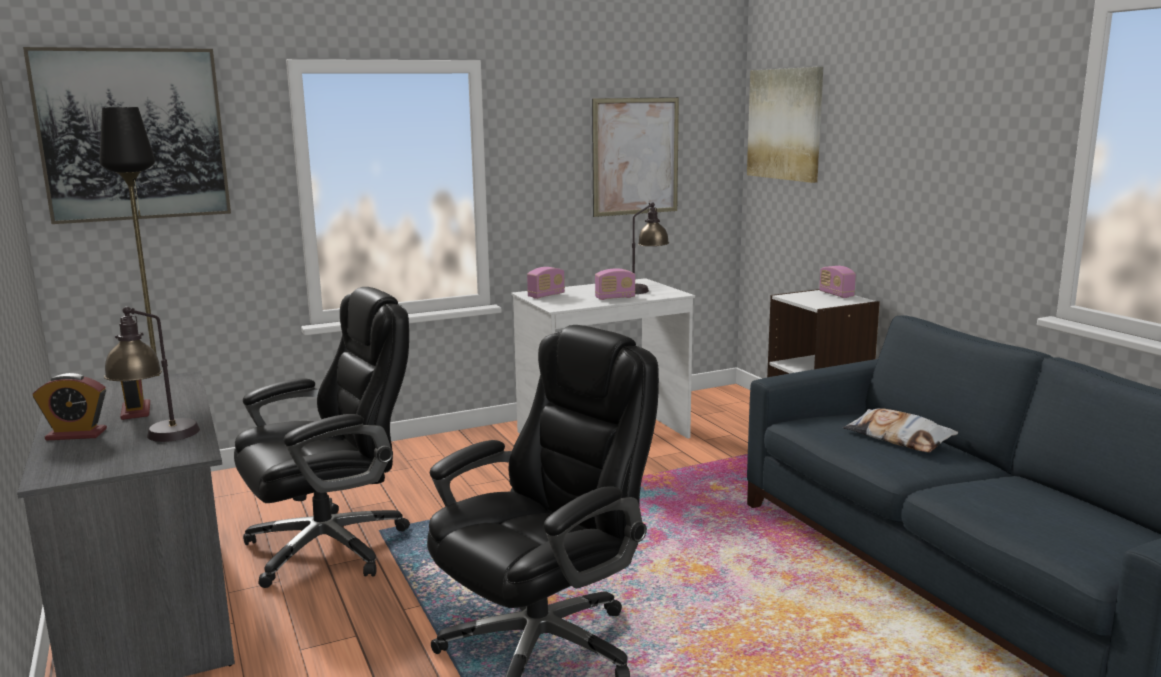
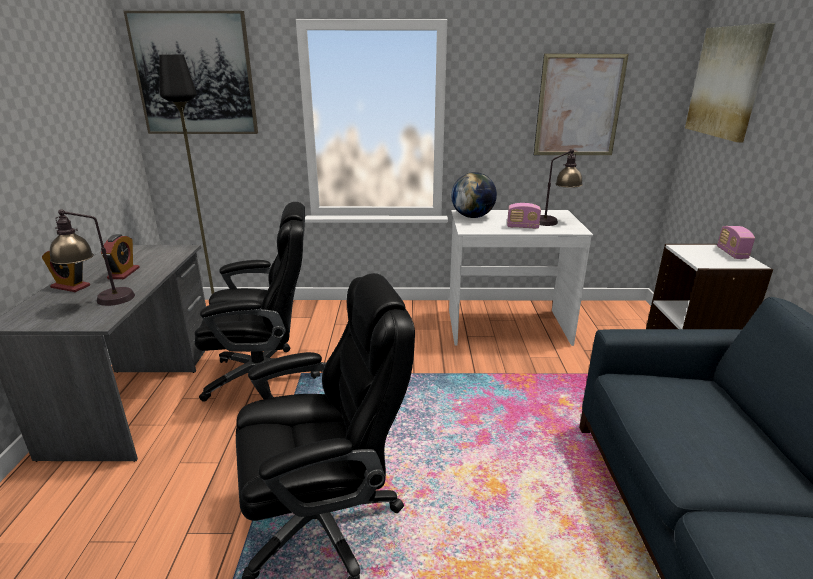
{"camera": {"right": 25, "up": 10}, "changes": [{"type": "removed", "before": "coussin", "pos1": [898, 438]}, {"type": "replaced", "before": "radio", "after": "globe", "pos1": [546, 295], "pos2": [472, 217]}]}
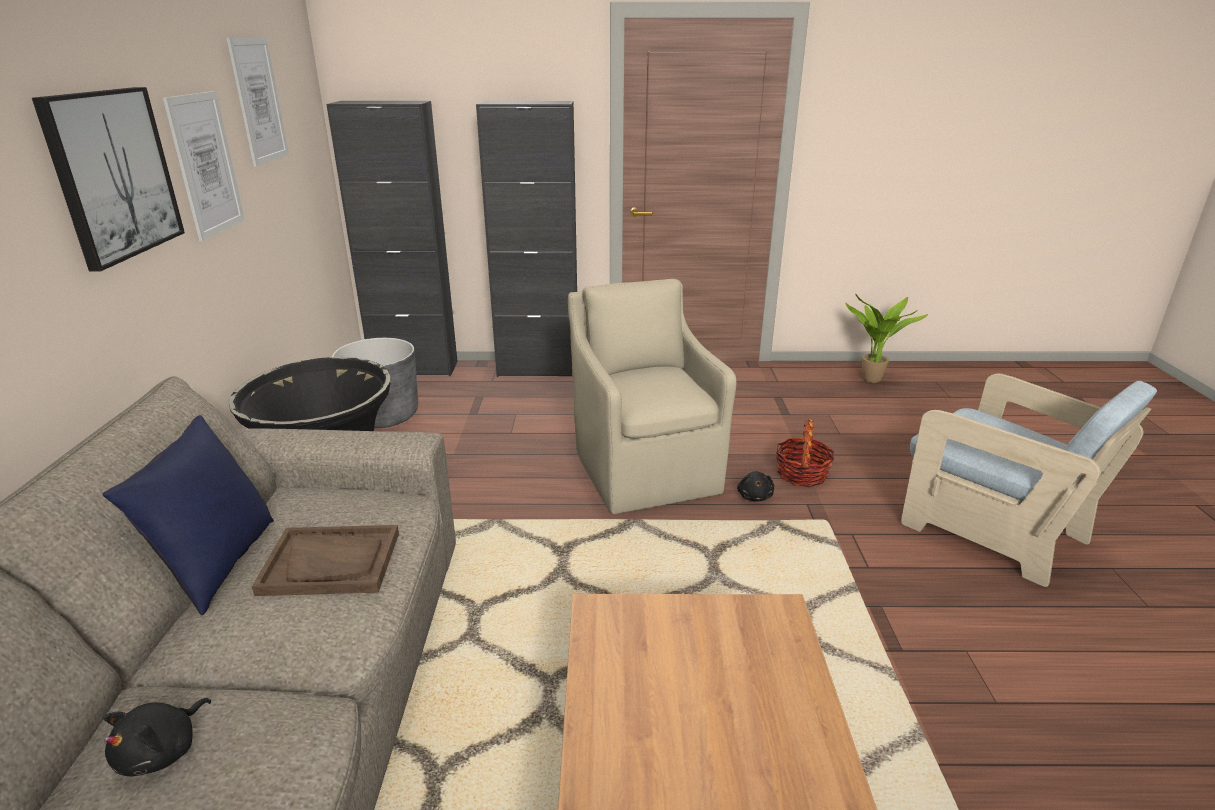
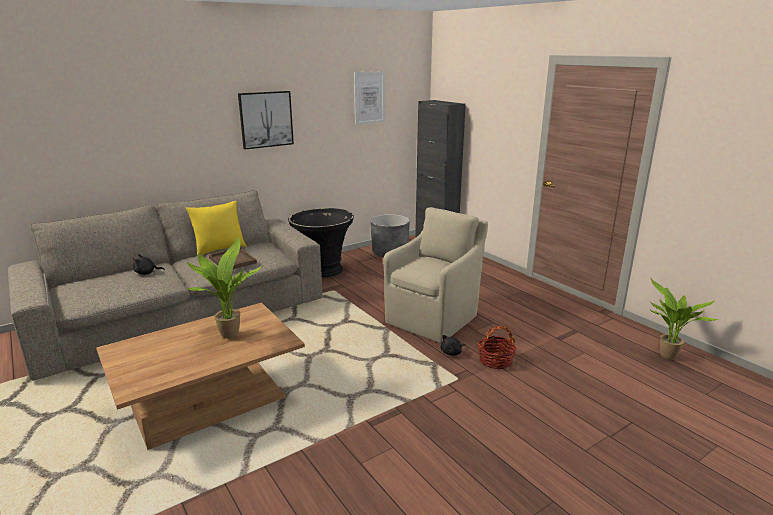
{"camera": {"right": 55, "up": -5}, "changes": [{"type": "removed", "before": "tableau", "pos1": [206, 164]}, {"type": "removed", "before": "meuble de rangement [noir]", "pos1": [538, 369]}, {"type": "removed", "before": "fauteuil [beige]", "pos1": [992, 530]}, {"type": "added", "after": "plante en pot", "pos2": [227, 334]}, {"type": "recoloured", "before": "coussin [bleu]", "after": "coussin [jaune]", "pos1": [217, 566], "pos2": [219, 250]}]}
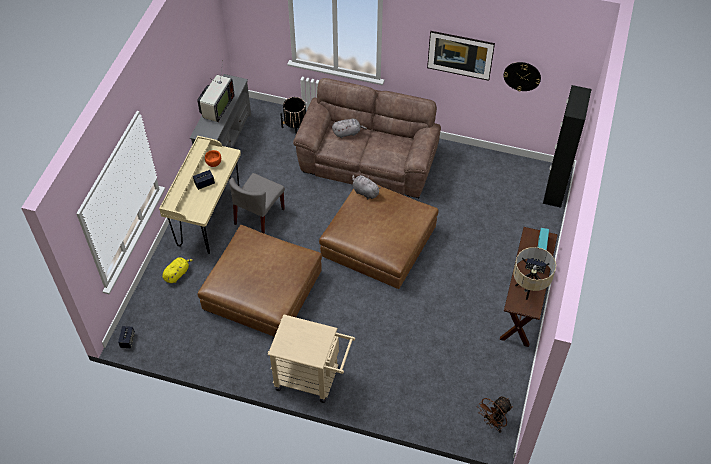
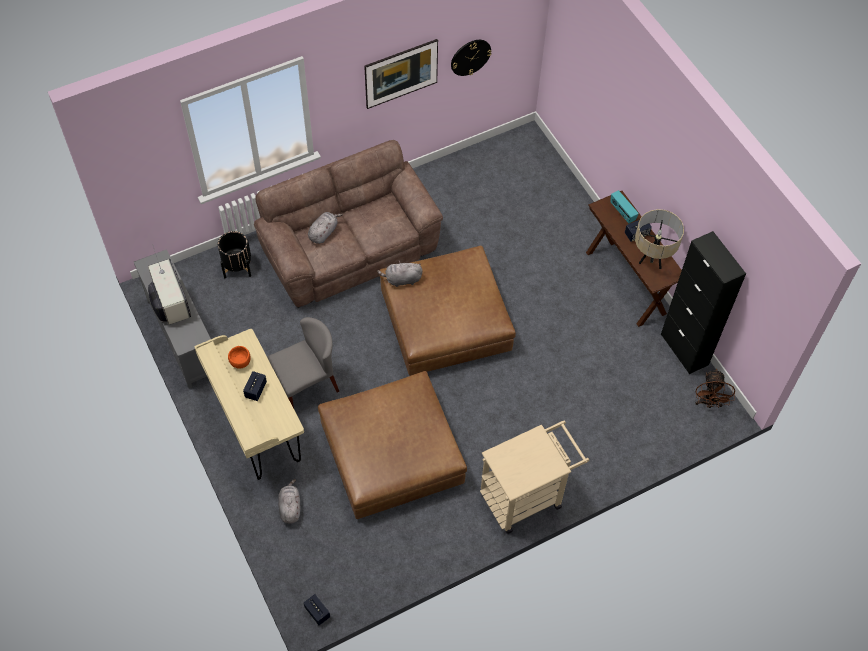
{"camera": {"right": -45, "up": 5}, "changes": [{"type": "moved", "before": "meuble de rangement [noir]", "pos1": [555, 190], "pos2": [684, 349]}, {"type": "recoloured", "before": "peluche [jaune]", "after": "peluche [gris]", "pos1": [177, 274], "pos2": [290, 507]}, {"type": "turned", "before": "chaise [gris]", "pos1": [259, 217], "pos2": [306, 385], "turn": -105}]}
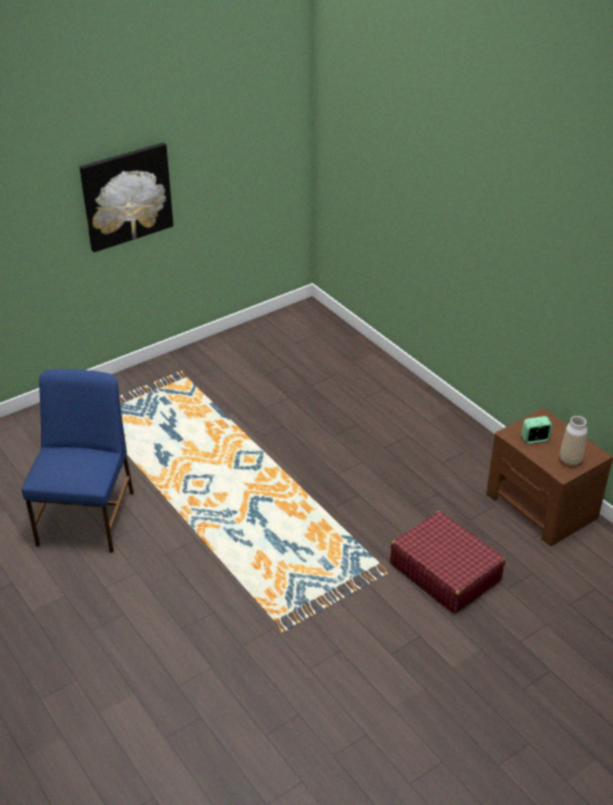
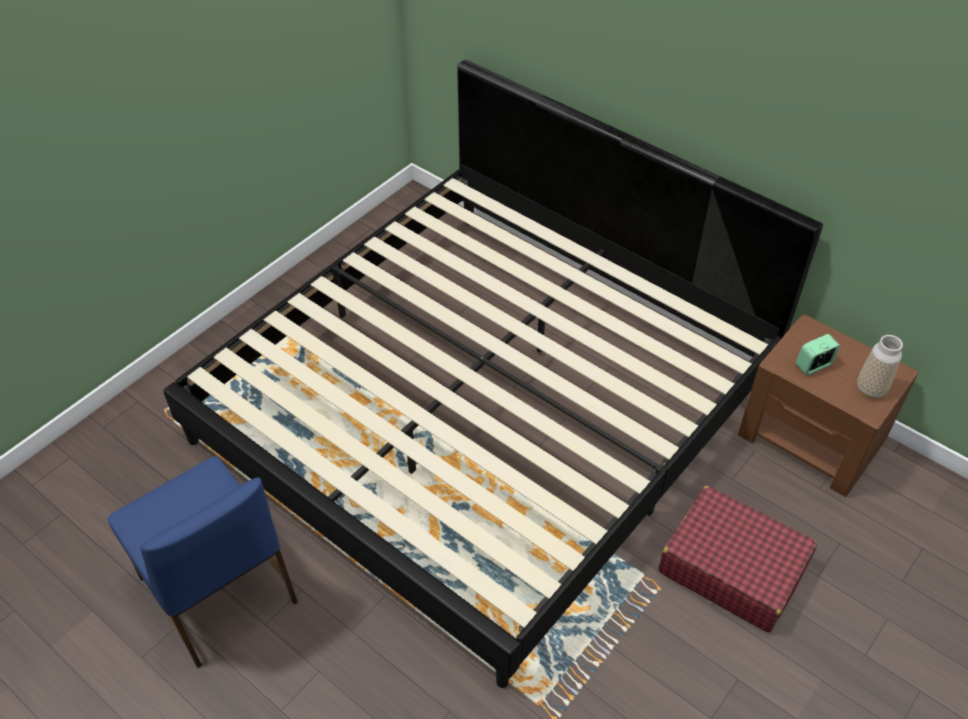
{"camera": {"right": -15, "up": 10}, "changes": [{"type": "removed", "before": "tableau", "pos1": [126, 196]}, {"type": "added", "after": "lit", "pos2": [484, 409]}, {"type": "turned", "before": "chaise [bleu]", "pos1": [87, 517], "pos2": [218, 593], "turn": 150}]}
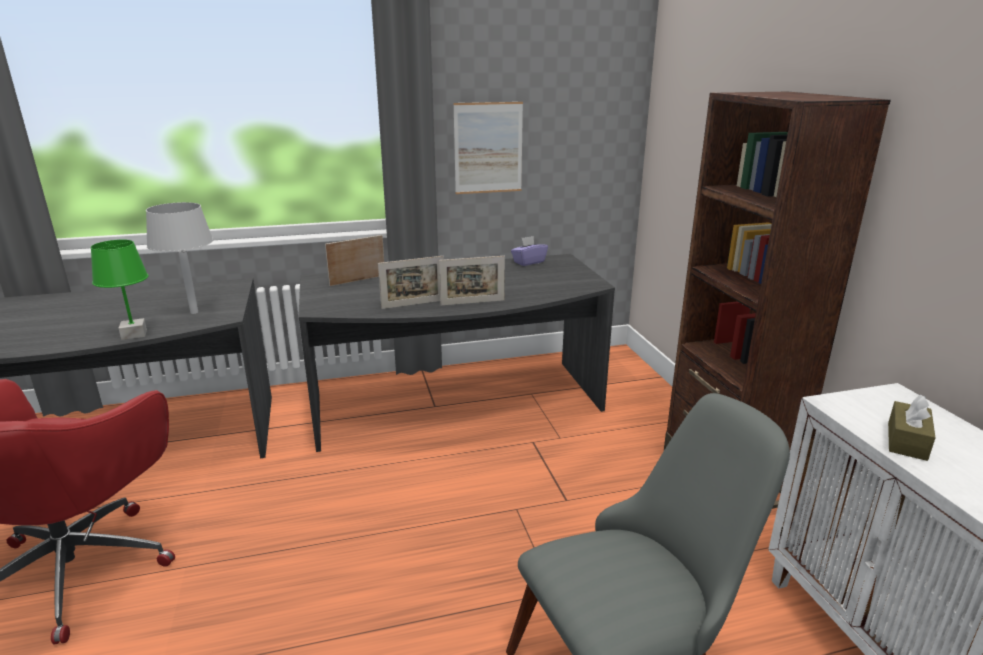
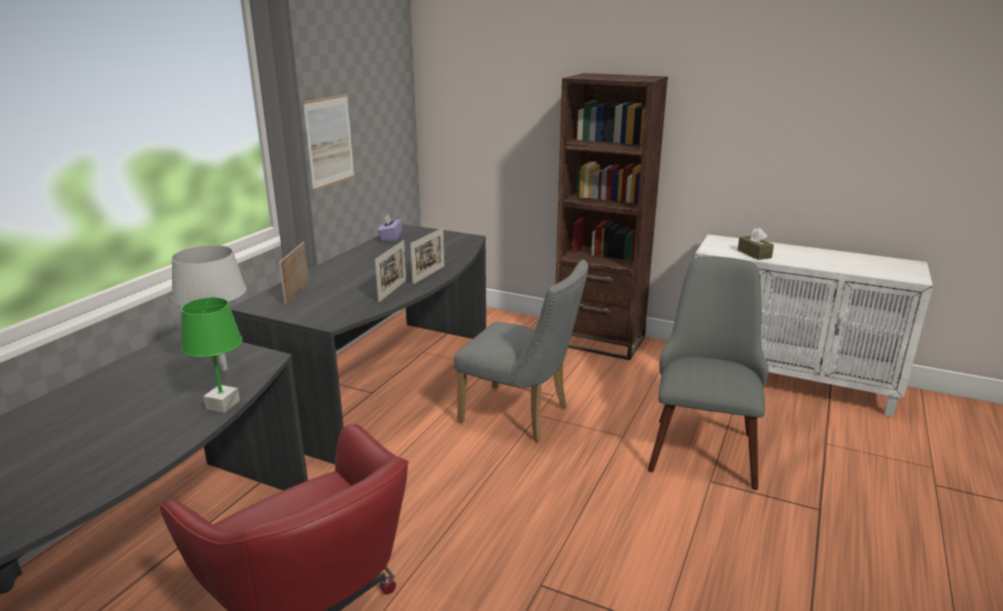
{"camera": {"right": -50, "up": 0}, "changes": [{"type": "added", "after": "chaise [gris]", "pos2": [522, 416]}]}
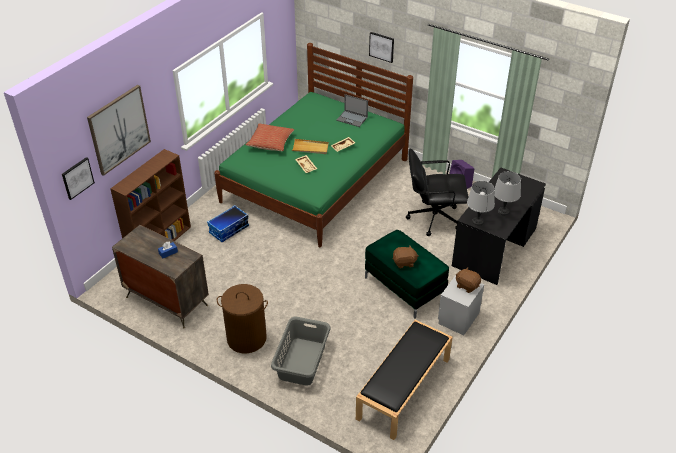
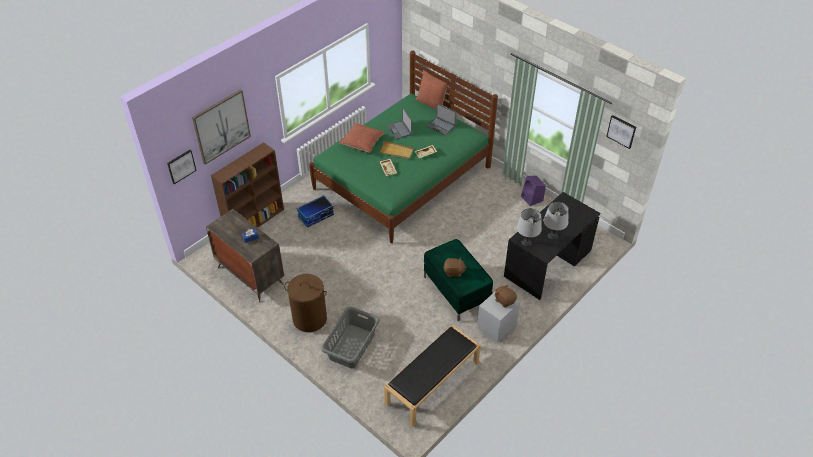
{"camera": {"right": 10, "up": 5}, "changes": [{"type": "removed", "before": "chaise de bureau [noir]", "pos1": [433, 218]}, {"type": "added", "after": "ordinateur portable", "pos2": [399, 130]}, {"type": "added", "after": "coussin", "pos2": [431, 103]}, {"type": "moved", "before": "tableau", "pos1": [381, 46], "pos2": [621, 131]}]}
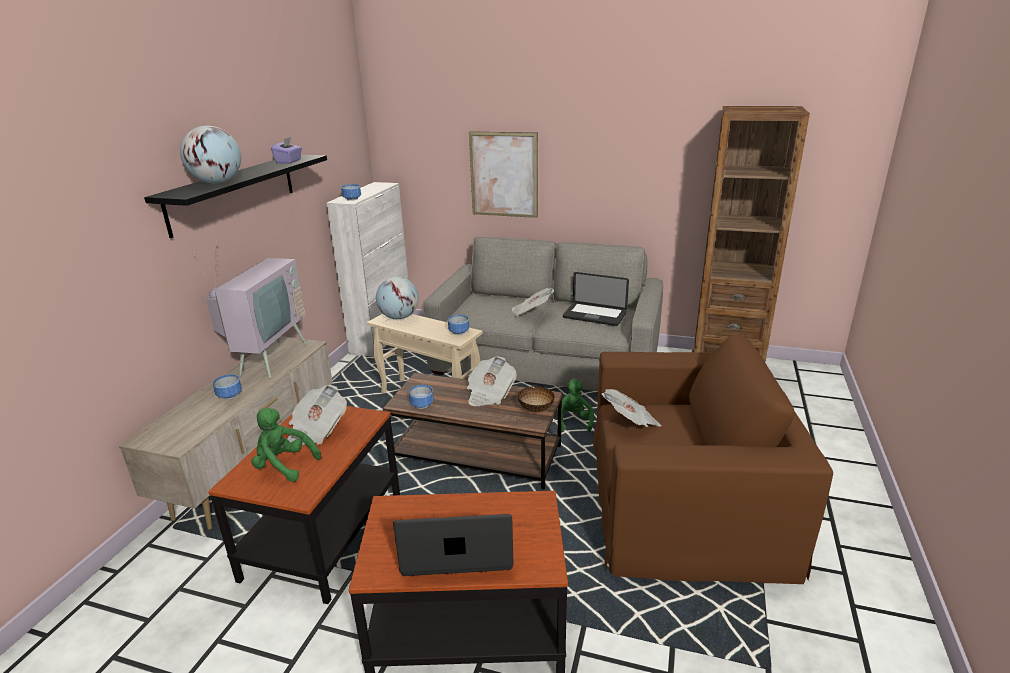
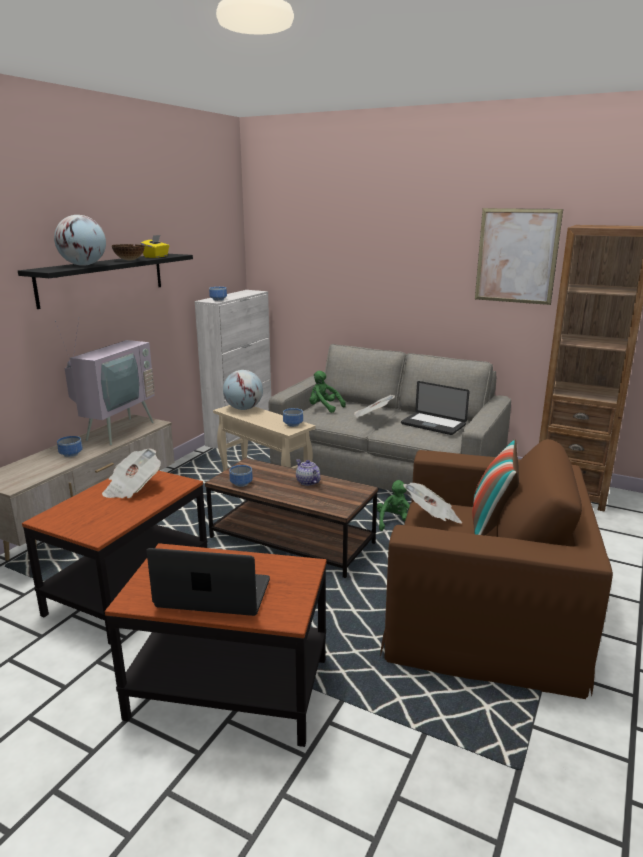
{"camera": {"right": 10, "up": -5}, "changes": [{"type": "added", "after": "coussin", "pos2": [491, 525]}, {"type": "moved", "before": "peluche [vert]", "pos1": [284, 465], "pos2": [324, 408]}, {"type": "moved", "before": "tableau", "pos1": [503, 175], "pos2": [516, 256]}, {"type": "moved", "before": "bol", "pos1": [536, 409], "pos2": [129, 260]}, {"type": "replaced", "before": "journal", "after": "théière", "pos1": [489, 394], "pos2": [307, 482]}, {"type": "recoloured", "before": "boîte à mouchoirs [violet]", "after": "boîte à mouchoirs [jaune]", "pos1": [289, 162], "pos2": [156, 257]}]}
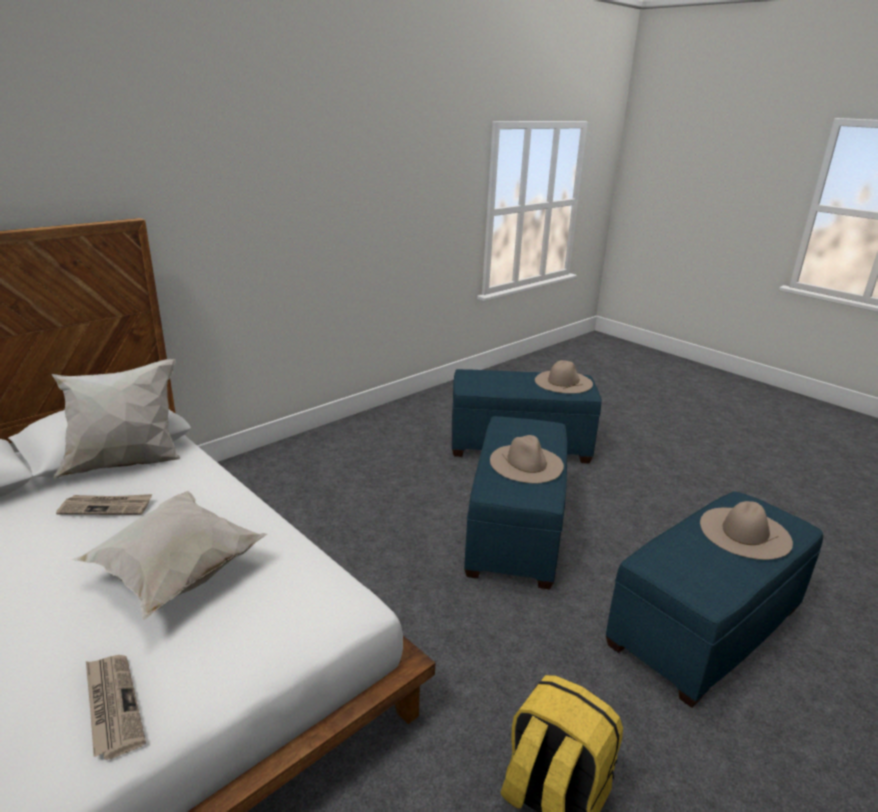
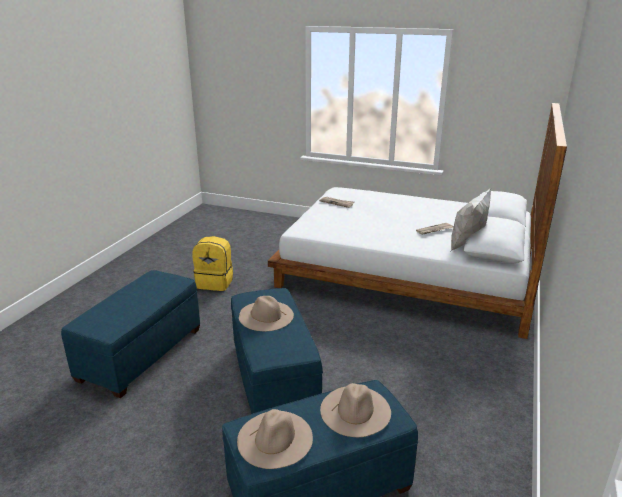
{"camera": {"right": 155, "up": 0}, "changes": [{"type": "removed", "before": "coussin [blanc]", "pos1": [176, 575]}, {"type": "moved", "before": "chapeau [beige]", "pos1": [745, 532], "pos2": [355, 410]}]}
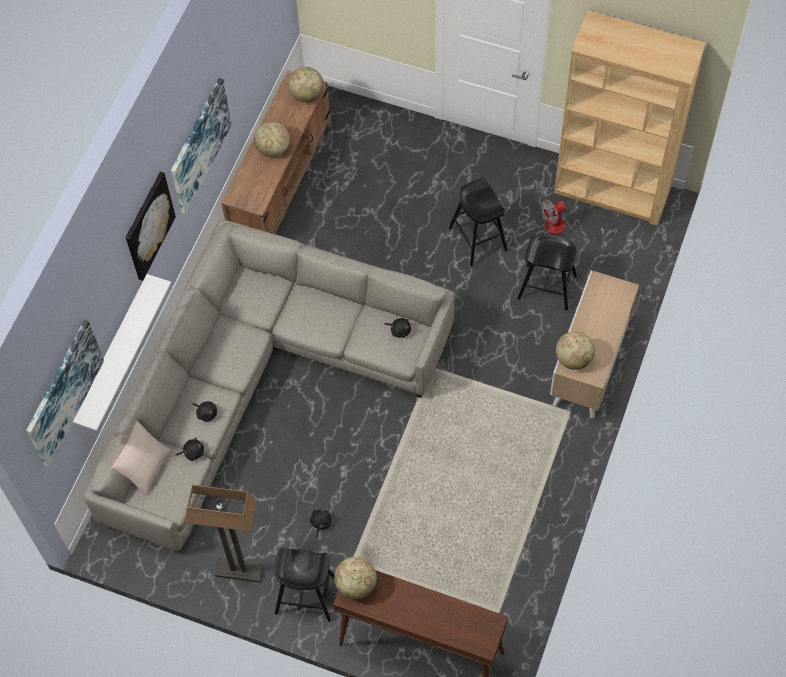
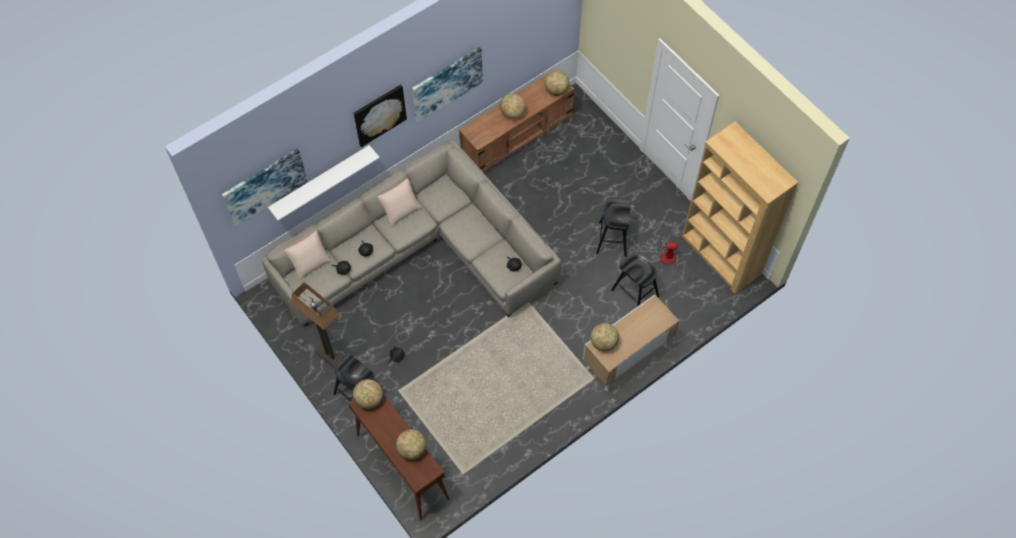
{"camera": {"right": 30, "up": 0}, "changes": [{"type": "added", "after": "coussin [beige]", "pos2": [400, 210]}, {"type": "added", "after": "globe", "pos2": [412, 449]}]}
